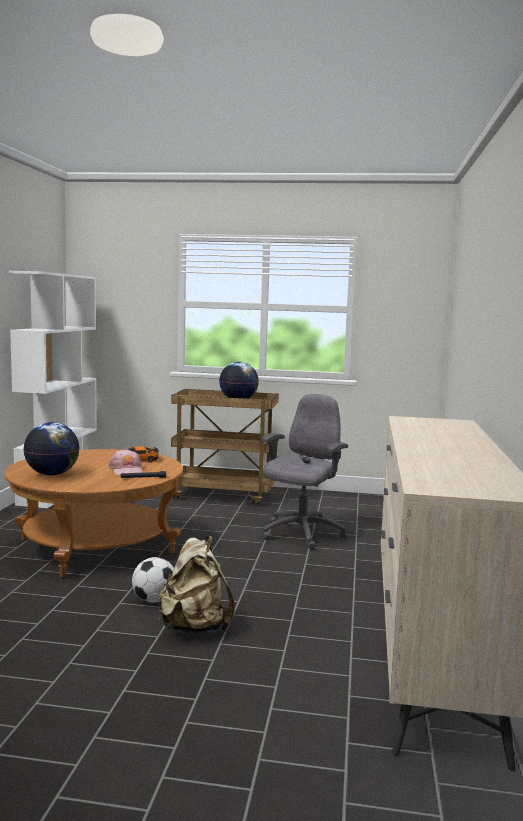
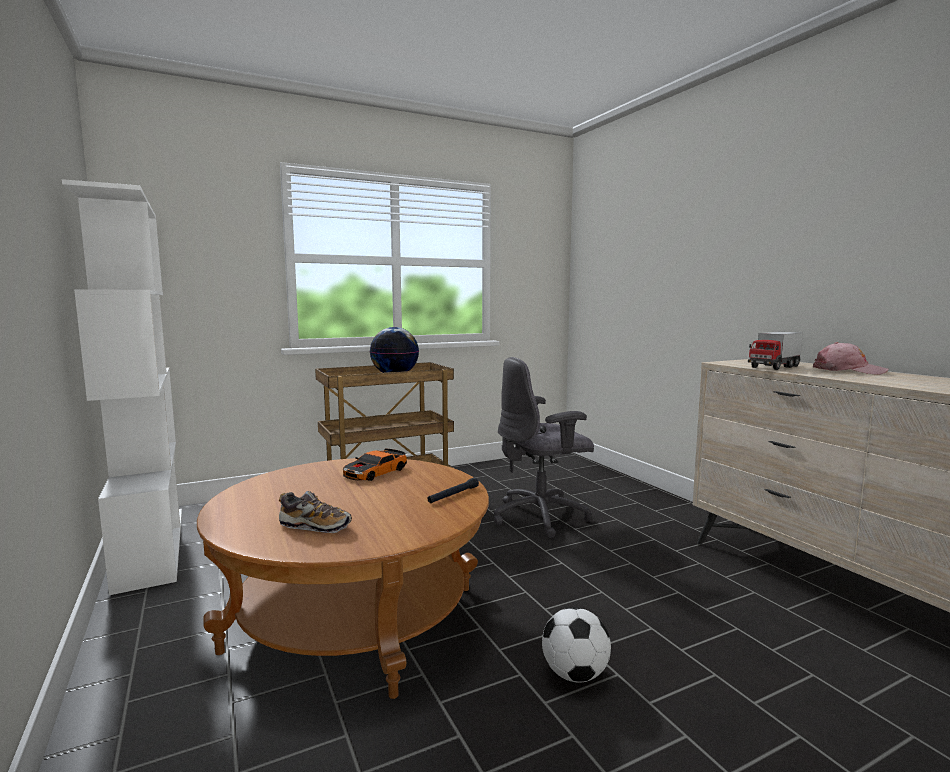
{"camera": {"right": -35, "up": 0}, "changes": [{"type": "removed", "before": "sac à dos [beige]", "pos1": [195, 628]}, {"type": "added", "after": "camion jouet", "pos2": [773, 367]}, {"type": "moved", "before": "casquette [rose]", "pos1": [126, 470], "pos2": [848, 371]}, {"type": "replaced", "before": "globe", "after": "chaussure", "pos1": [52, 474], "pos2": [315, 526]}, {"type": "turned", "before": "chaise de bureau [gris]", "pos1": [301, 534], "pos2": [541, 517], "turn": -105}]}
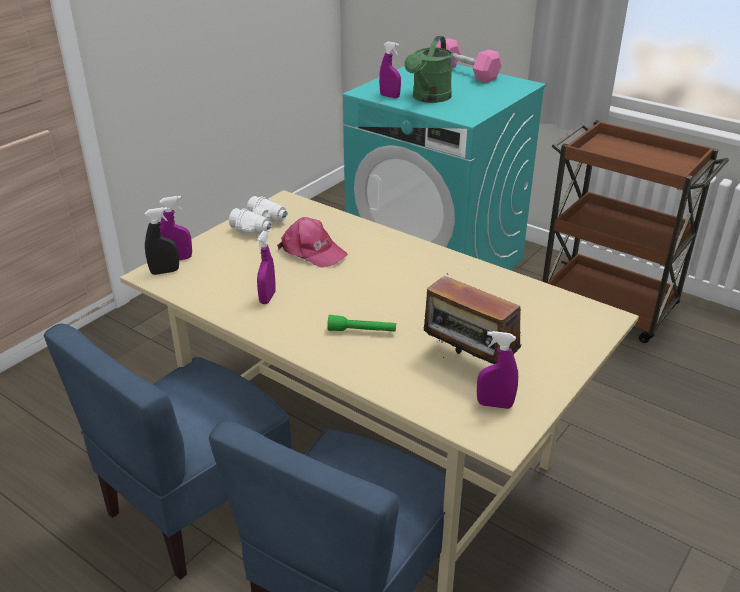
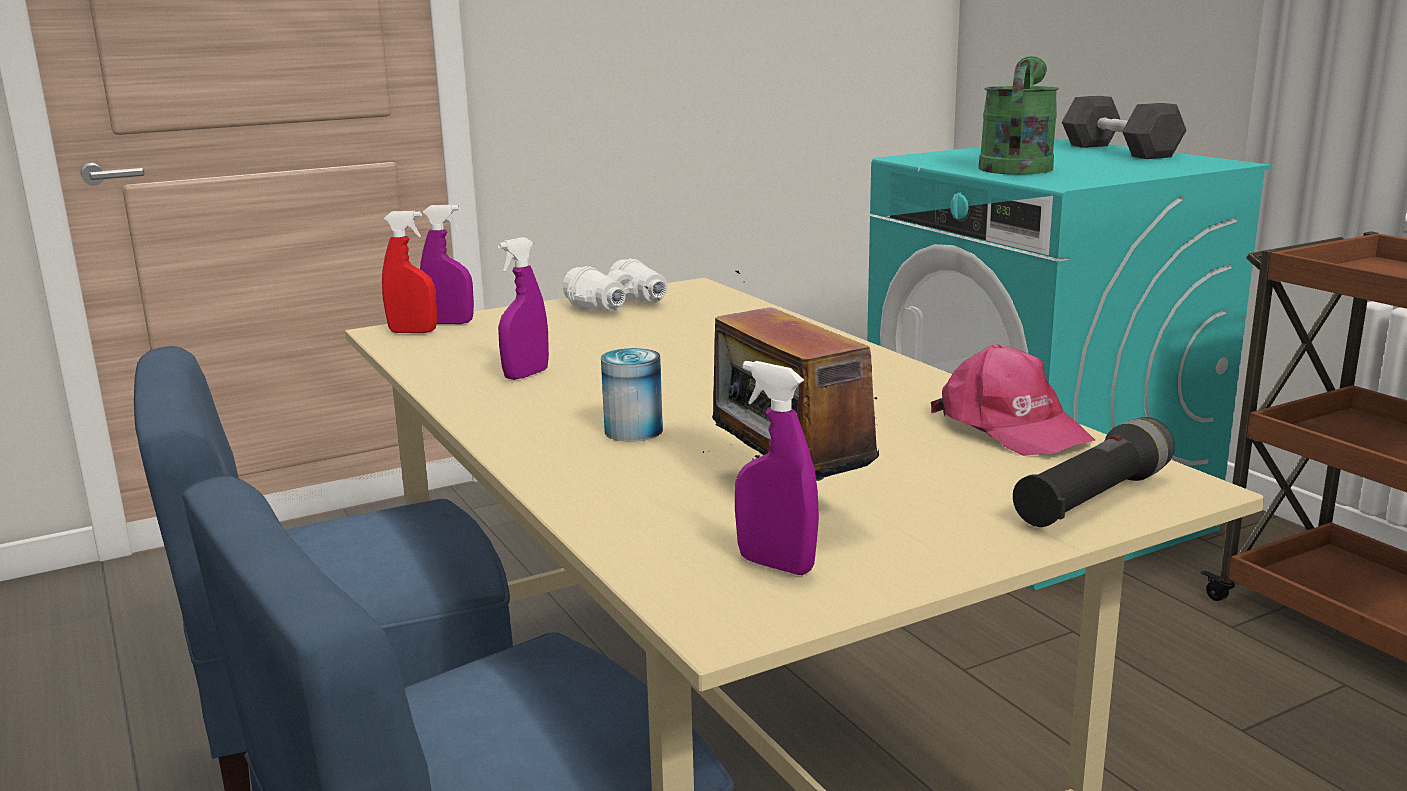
{"camera": {"right": 25, "up": -15}, "changes": [{"type": "removed", "before": "vaporisateur [violet]", "pos1": [389, 96]}, {"type": "added", "after": "lampe de poche [noir]", "pos2": [1093, 498]}, {"type": "moved", "before": "casquette [rose]", "pos1": [312, 251], "pos2": [1010, 427]}, {"type": "replaced", "before": "lampe de poche [vert]", "after": "boîte métallique", "pos1": [362, 331], "pos2": [633, 431]}, {"type": "recoloured", "before": "vaporisateur [noir]", "after": "vaporisateur [rouge]", "pos1": [165, 272], "pos2": [413, 332]}, {"type": "recoloured", "before": "haltère [rose]", "after": "haltère [gris]", "pos1": [465, 73], "pos2": [1119, 151]}, {"type": "turned", "before": "arrosoir [vert]", "pos1": [429, 98], "pos2": [1016, 166], "turn": 150}]}
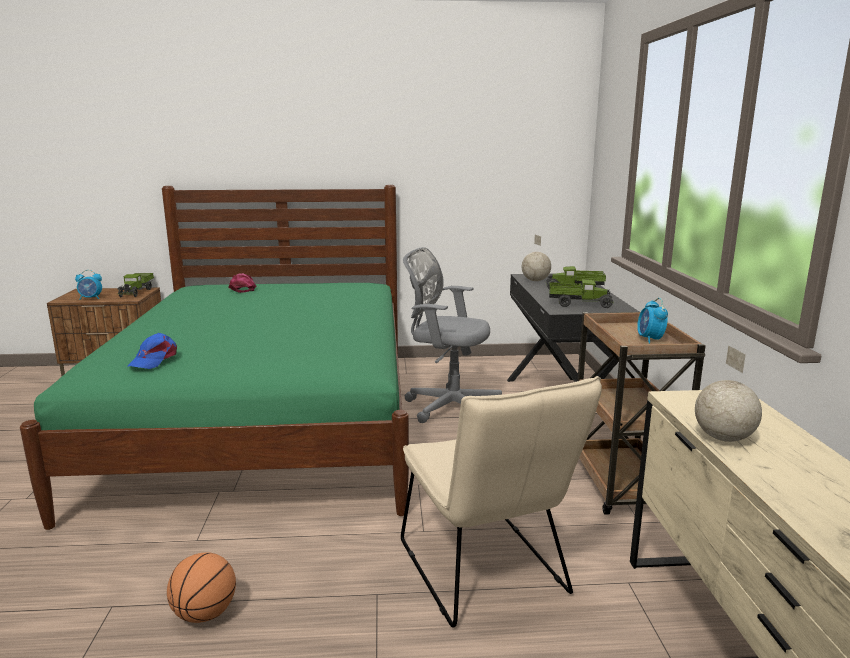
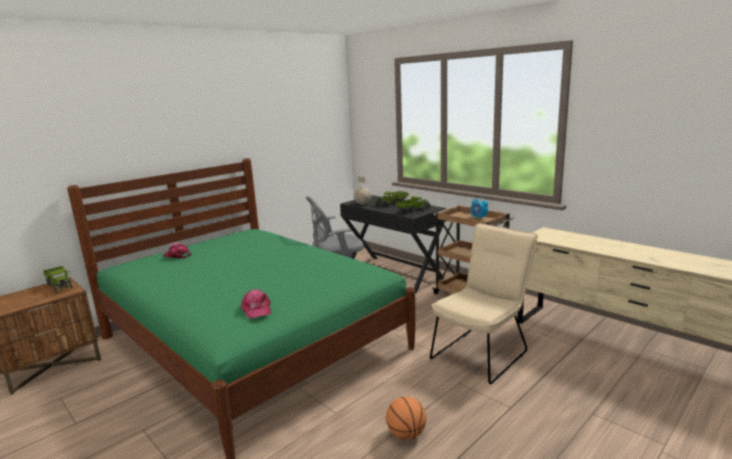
{"camera": {"right": -40, "up": 0}, "changes": [{"type": "removed", "before": "réveil", "pos1": [91, 298]}, {"type": "removed", "before": "globe", "pos1": [723, 438]}, {"type": "recoloured", "before": "casquette [bleu]", "after": "casquette [rose]", "pos1": [154, 360], "pos2": [256, 309]}, {"type": "turned", "before": "chaise [beige]", "pos1": [486, 574], "pos2": [483, 352], "turn": -75}]}
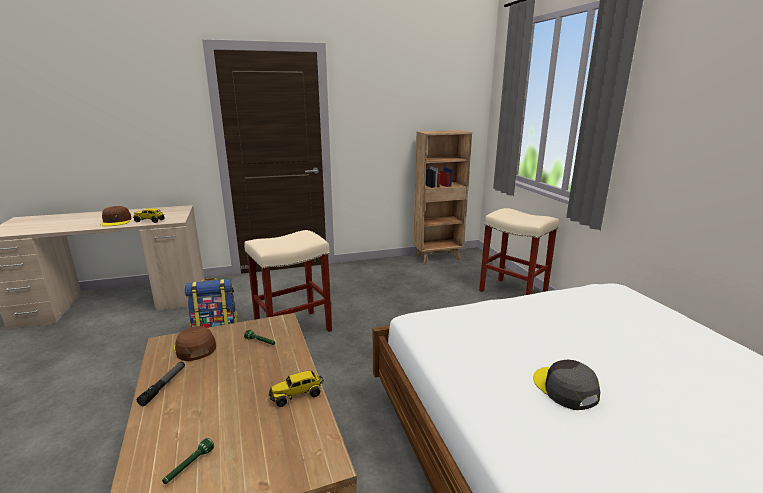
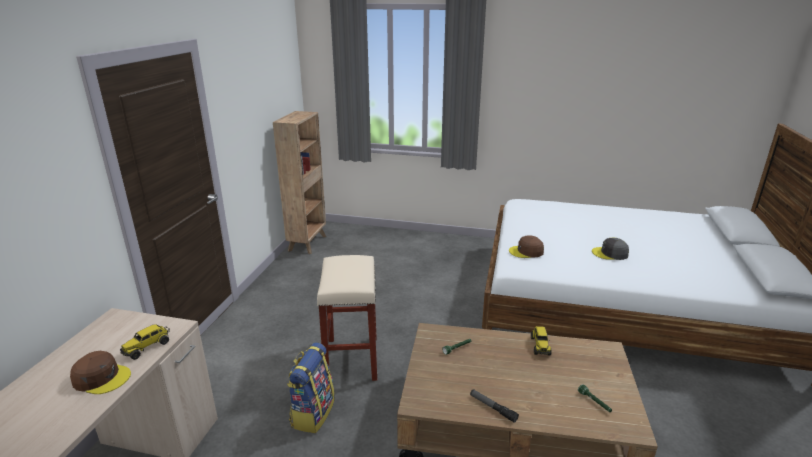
{"camera": {"right": -60, "up": 5}, "changes": [{"type": "removed", "before": "tabouret [beige]", "pos1": [513, 293]}, {"type": "moved", "before": "casquette [marron]", "pos1": [194, 348], "pos2": [526, 251]}]}
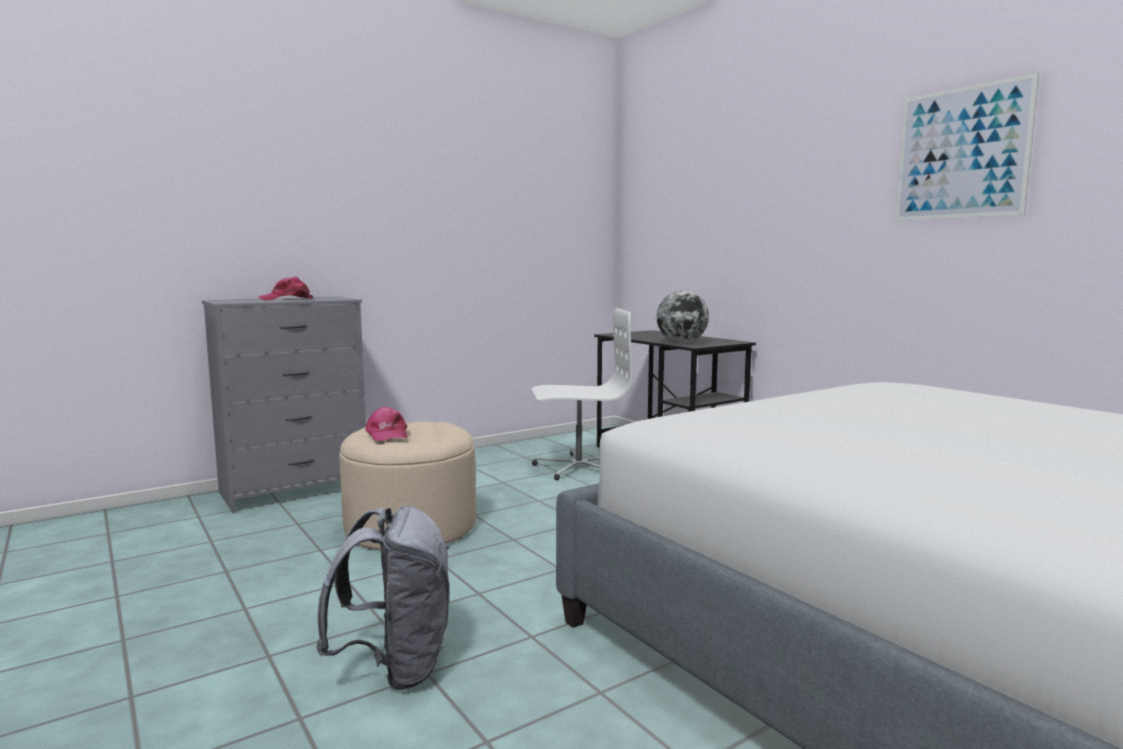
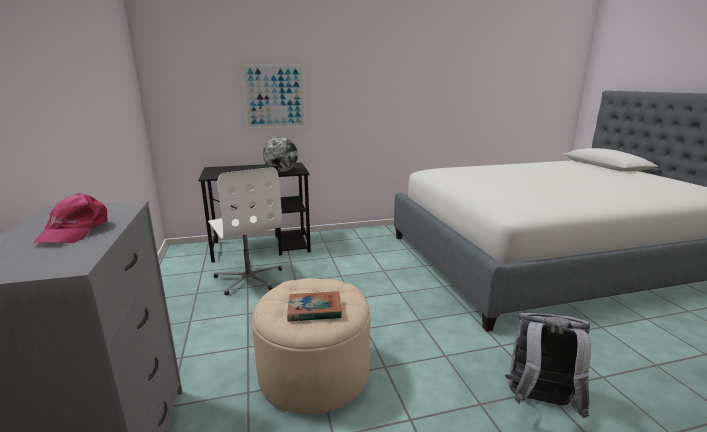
{"camera": {"right": -70, "up": 10}, "changes": [{"type": "moved", "before": "tableau", "pos1": [961, 153], "pos2": [274, 96]}, {"type": "replaced", "before": "casquette [rose]", "after": "livre", "pos1": [387, 434], "pos2": [314, 310]}, {"type": "turned", "before": "chaise de bureau [blanc]", "pos1": [578, 467], "pos2": [249, 278], "turn": 135}]}
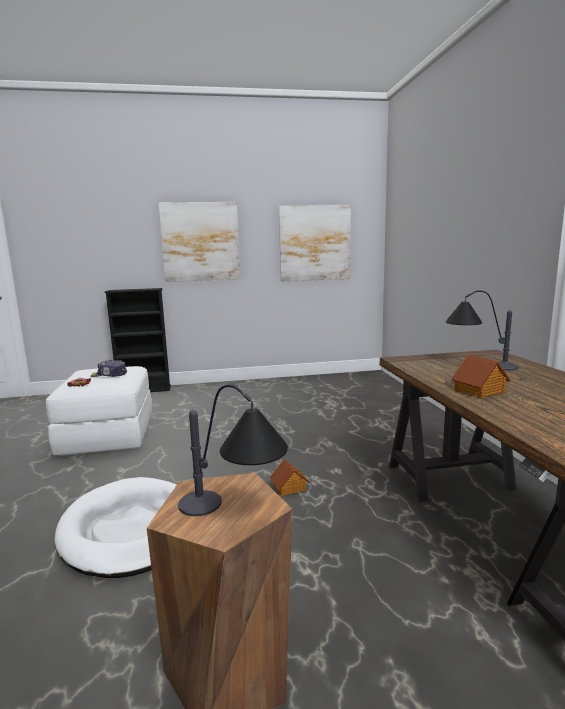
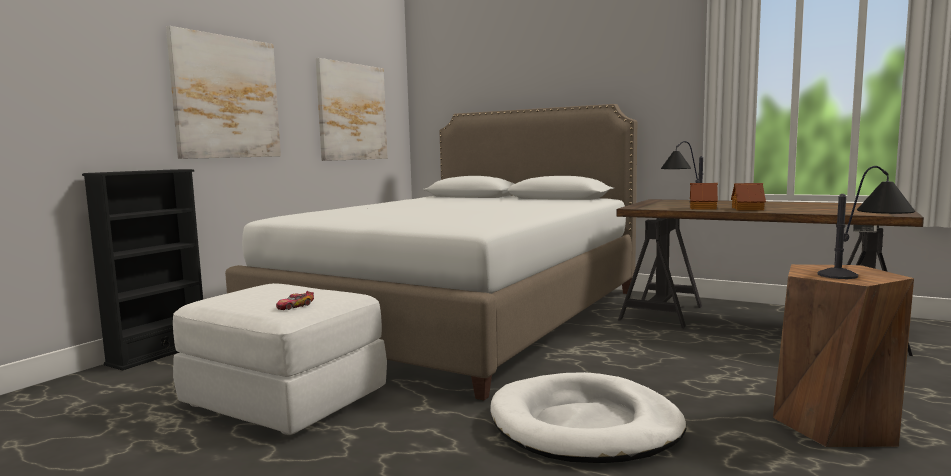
{"camera": {"right": -50, "up": -5}, "changes": [{"type": "removed", "before": "casquette", "pos1": [109, 375]}, {"type": "added", "after": "lit [blanc]", "pos2": [461, 316]}, {"type": "moved", "before": "maison miniature", "pos1": [289, 488], "pos2": [703, 208]}]}
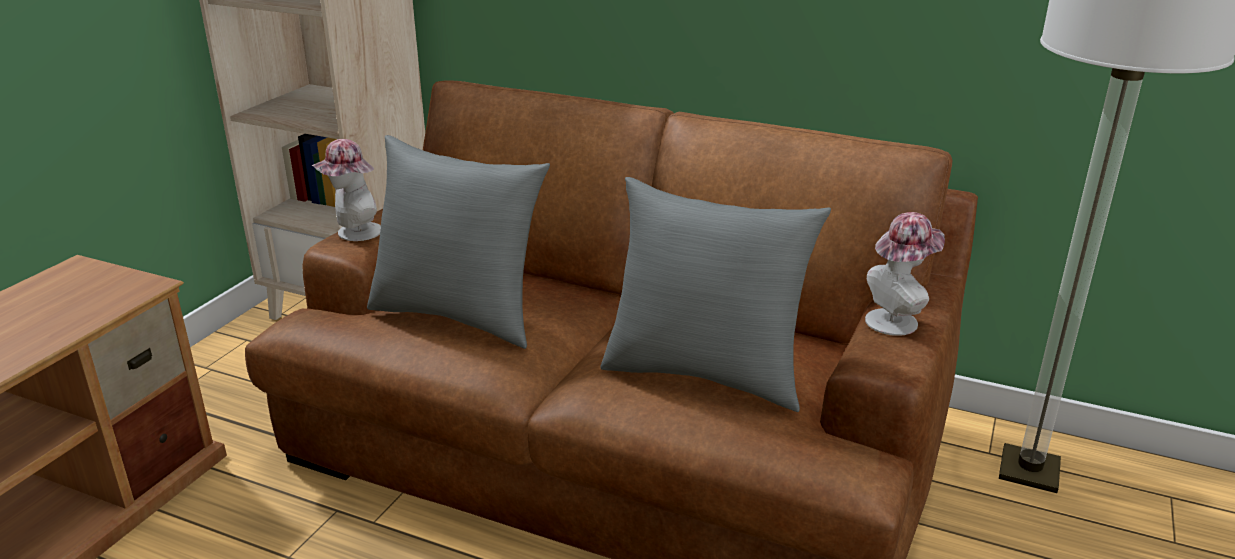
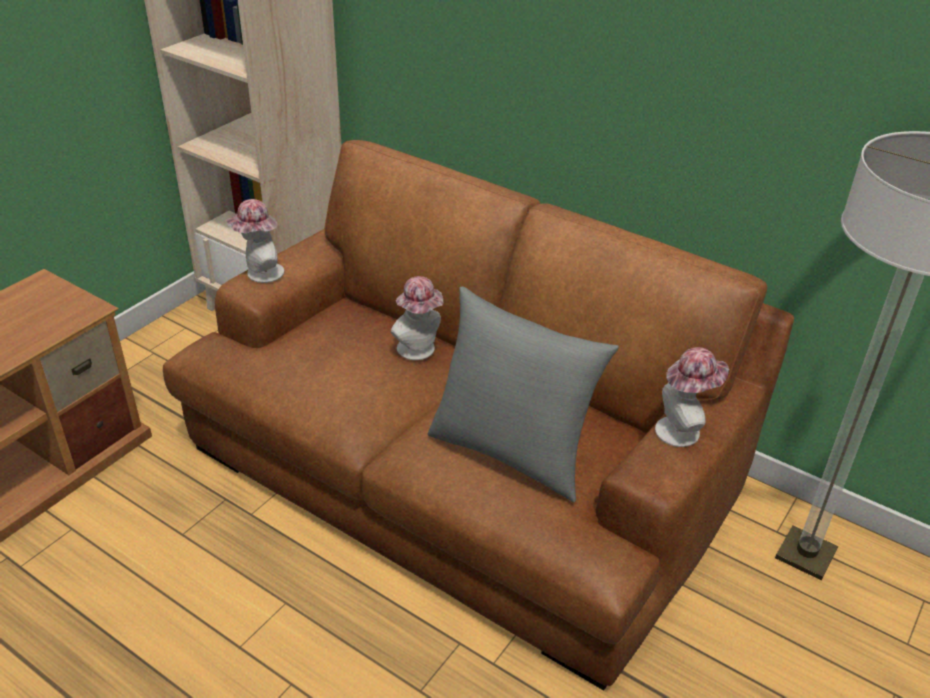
{"camera": {"right": 10, "up": 10}, "changes": [{"type": "removed", "before": "coussin [gris]", "pos1": [460, 315]}, {"type": "added", "after": "chapeau", "pos2": [419, 351]}]}
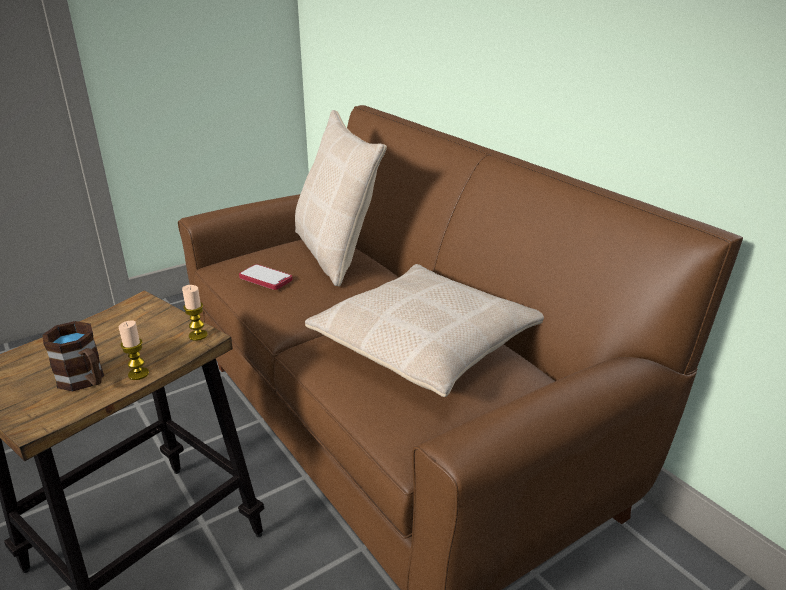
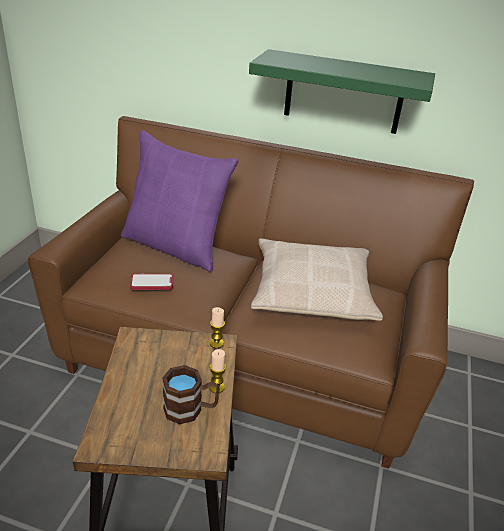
{"camera": {"right": -40, "up": 5}, "changes": [{"type": "added", "after": "étagère [vert]", "pos2": [343, 93]}, {"type": "recoloured", "before": "coussin [beige]", "after": "coussin [violet]", "pos1": [336, 254], "pos2": [175, 246]}]}
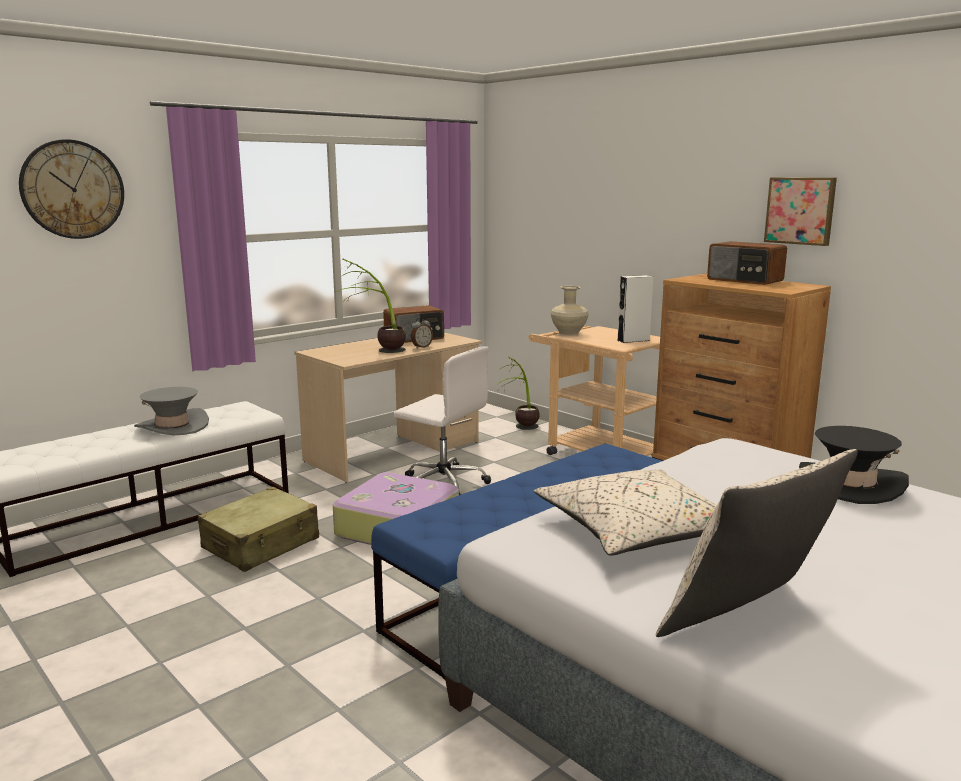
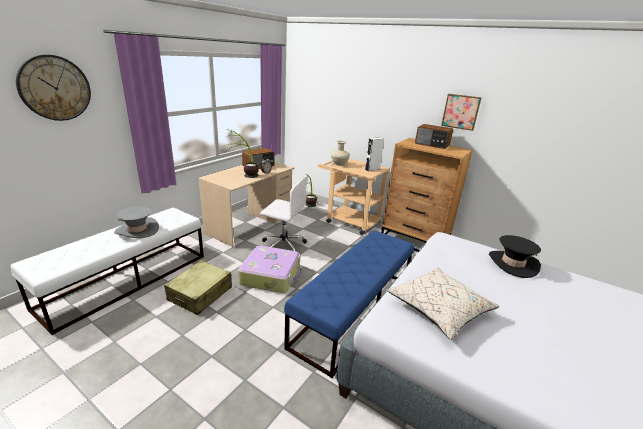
{"camera": {"right": -15, "up": 10}, "changes": [{"type": "removed", "before": "coussin [beige]", "pos1": [749, 621]}]}
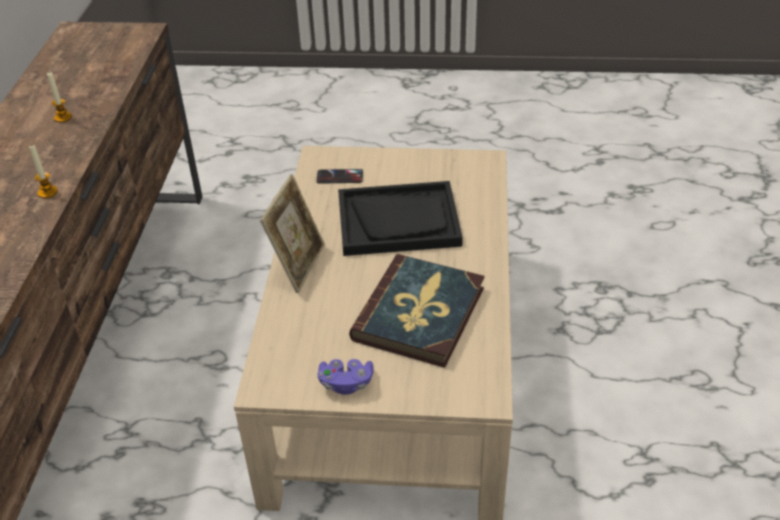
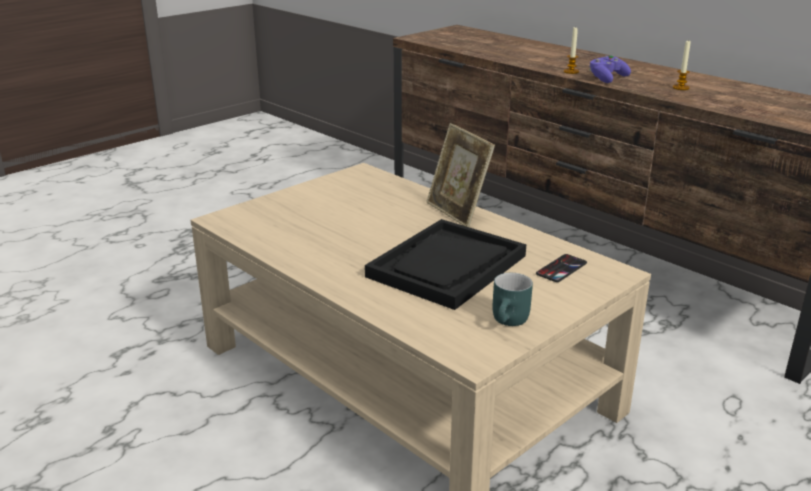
{"camera": {"right": 130, "up": -15}, "changes": [{"type": "removed", "before": "livre", "pos1": [420, 314]}, {"type": "added", "after": "mug [turquoise]", "pos2": [511, 321]}, {"type": "moved", "before": "manette [violet]", "pos1": [346, 383], "pos2": [607, 78]}]}
